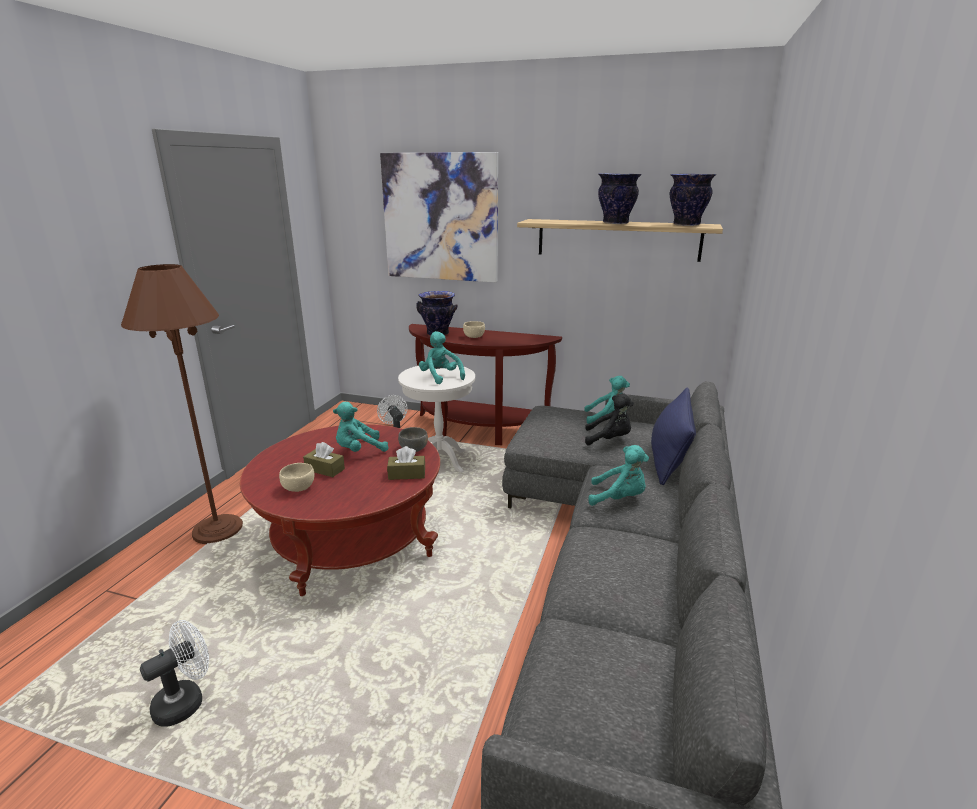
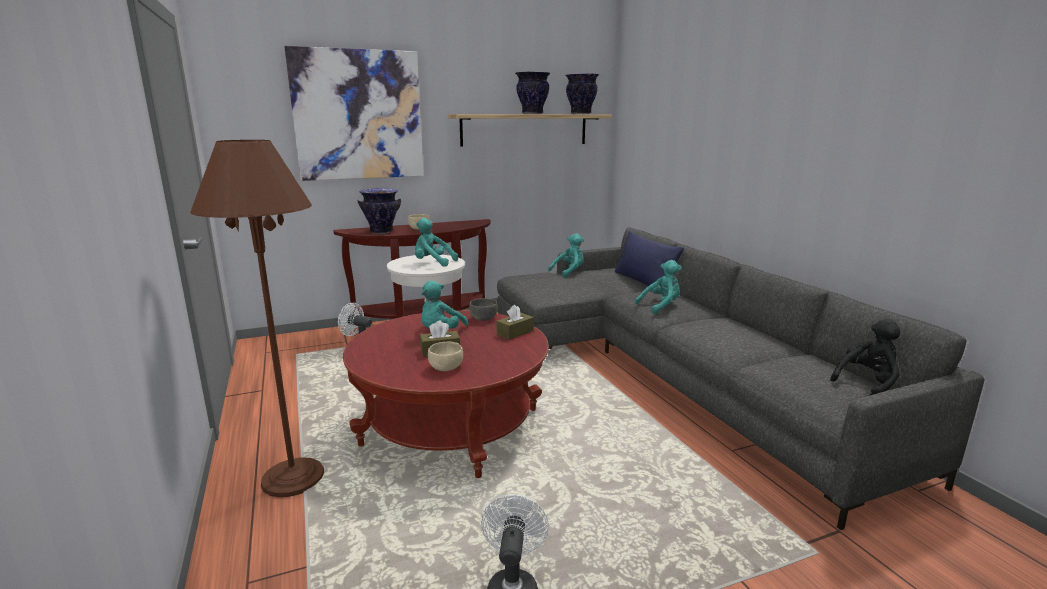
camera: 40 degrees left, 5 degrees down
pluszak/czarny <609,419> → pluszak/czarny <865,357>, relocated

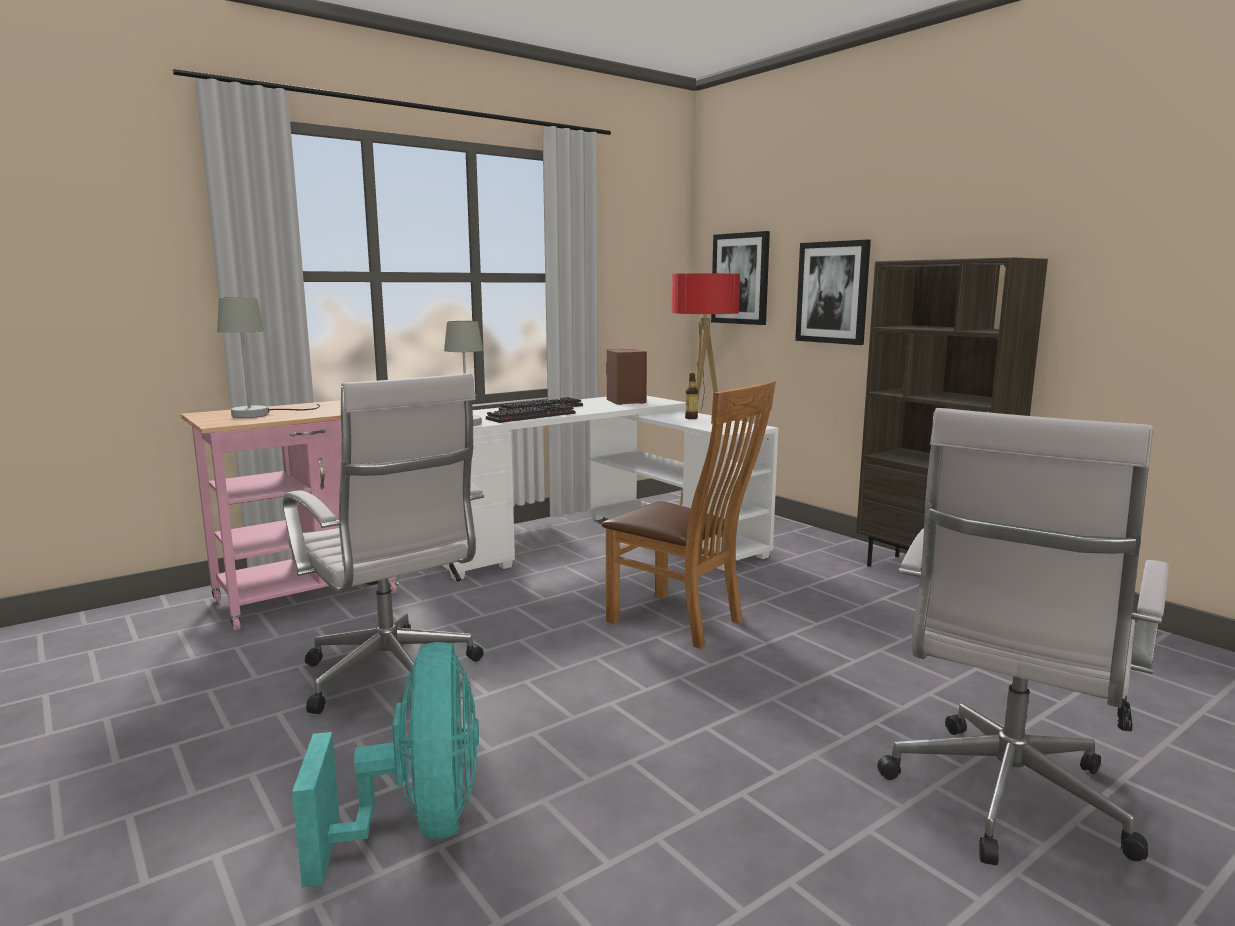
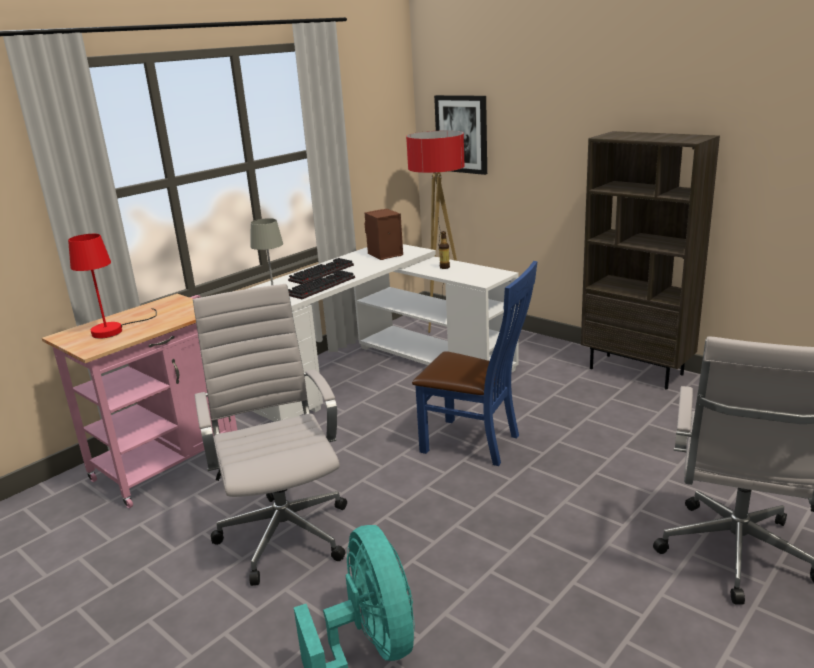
camera: 10 degrees left, 10 degrees up
lampa stołowa/szary <268,357> → lampa stołowa/czerwony <112,286>
krzesło biurowe/biały <383,543> → krzesło biurowe/biały <270,435>, 150 degrees counterclockwise
krzesło/brązowy <689,515> → krzesło/niebieski <475,363>
obraz <833,292> → -

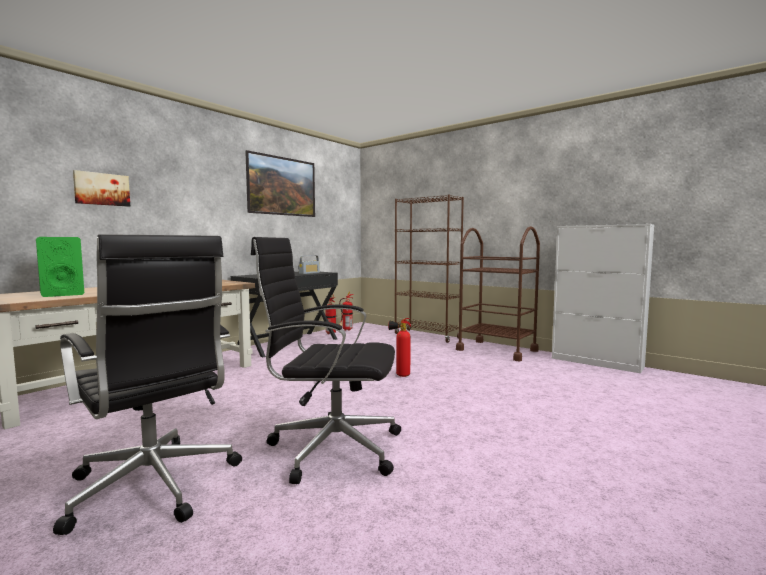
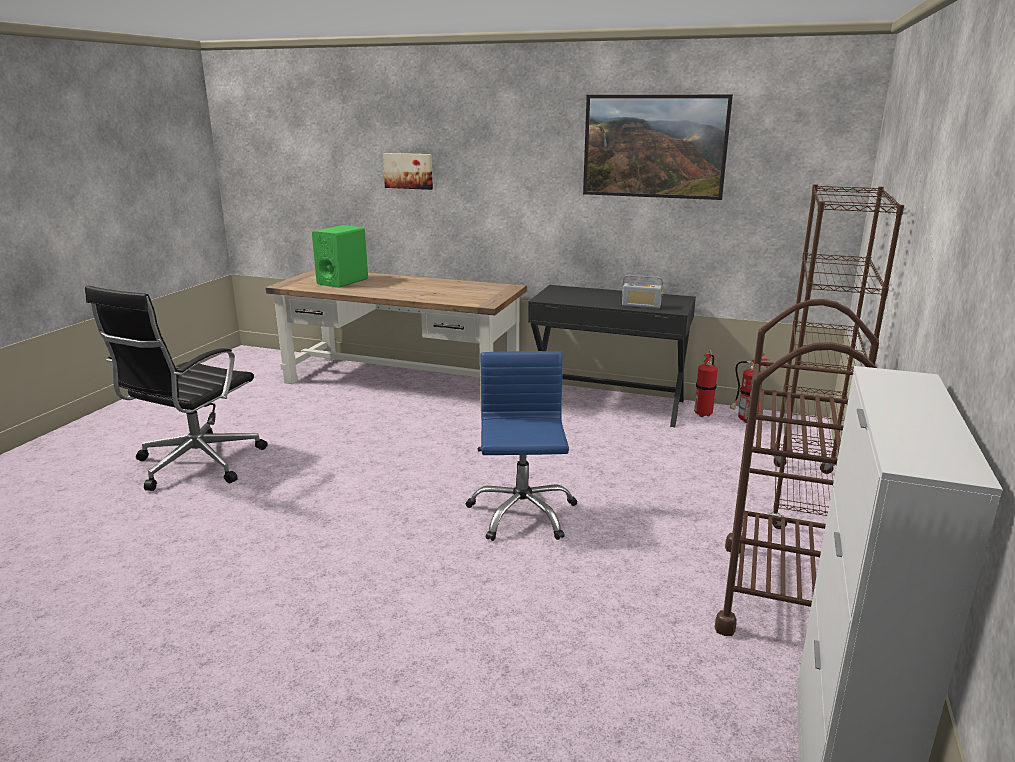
camera: 70 degrees right, 15 degrees up
gaśnica <399,347> → krzesło biurowe/niebieski <521,446>
krzesło biurowe/czarny <326,360> → -

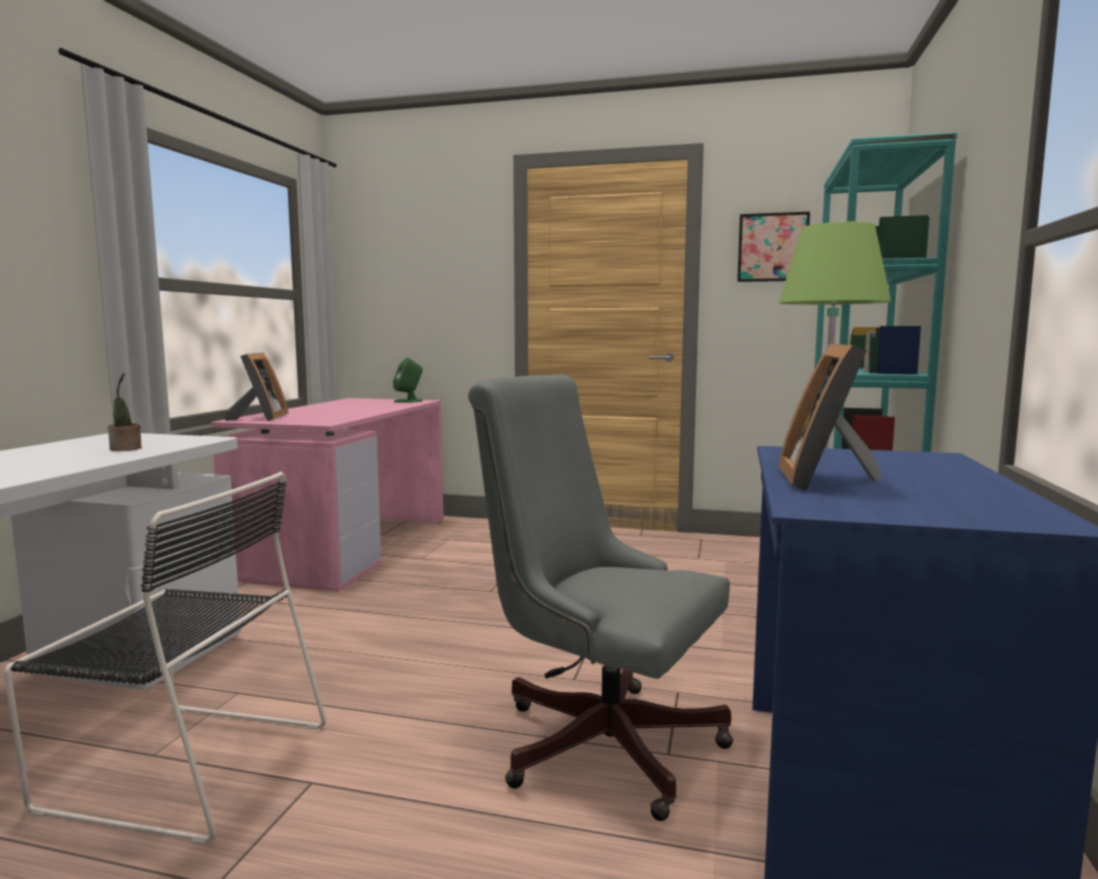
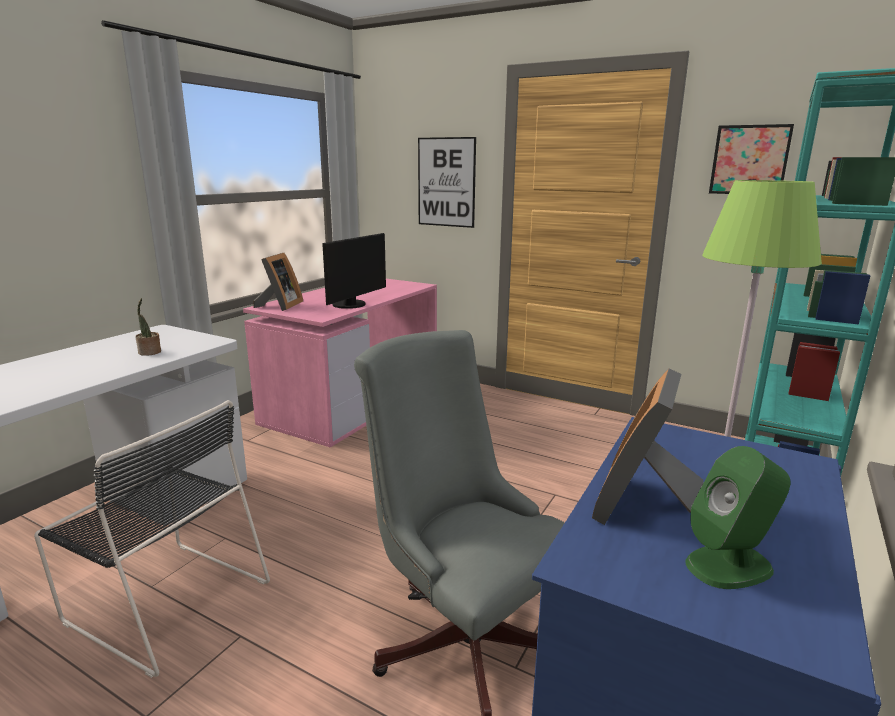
camera: 15 degrees right, 10 degrees up
- → monitor <354,271>
- → obraz <447,182>
głośnik/zielony <408,380> → głośnik/zielony <738,517>, relocated

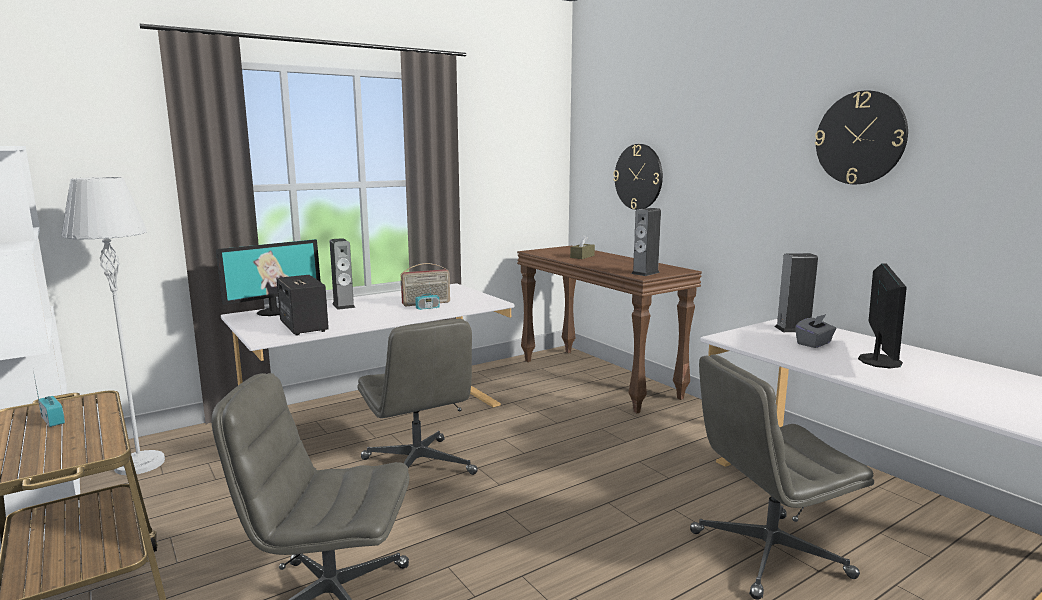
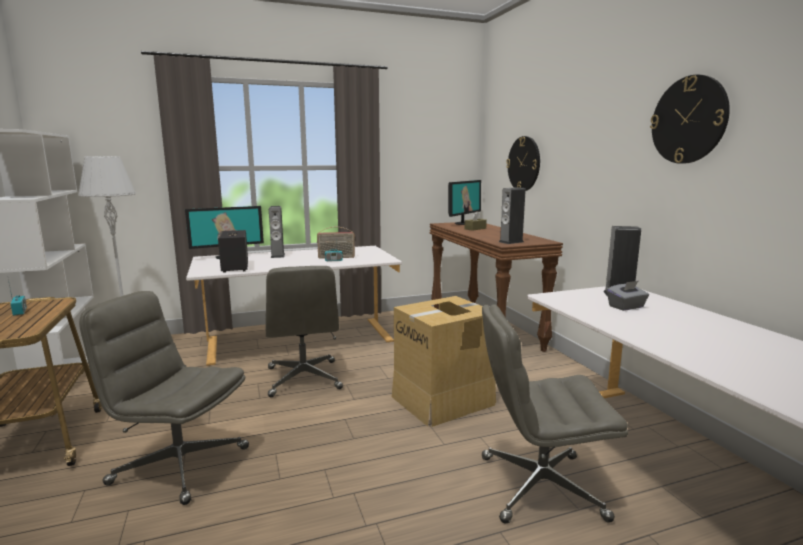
camera: 15 degrees right, 0 degrees up
- → karton <444,361>
monitor <882,315> → monitor <464,202>, relocated

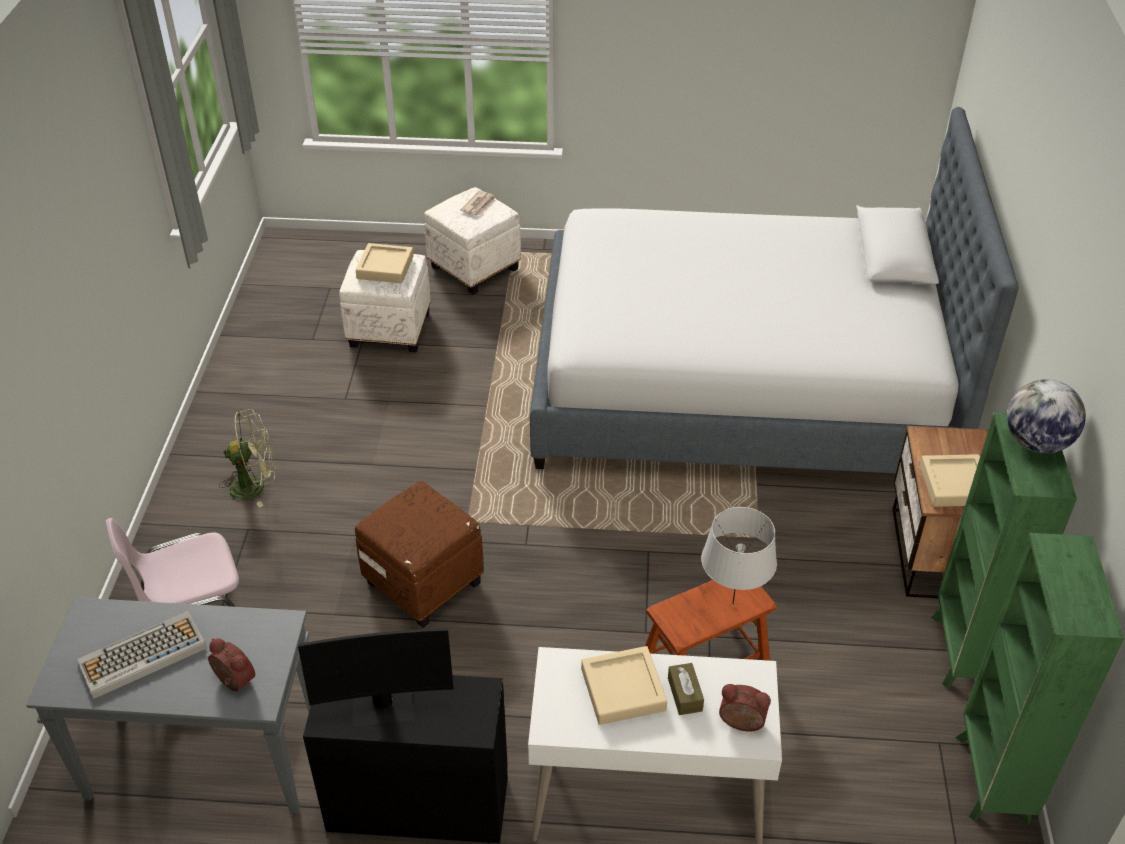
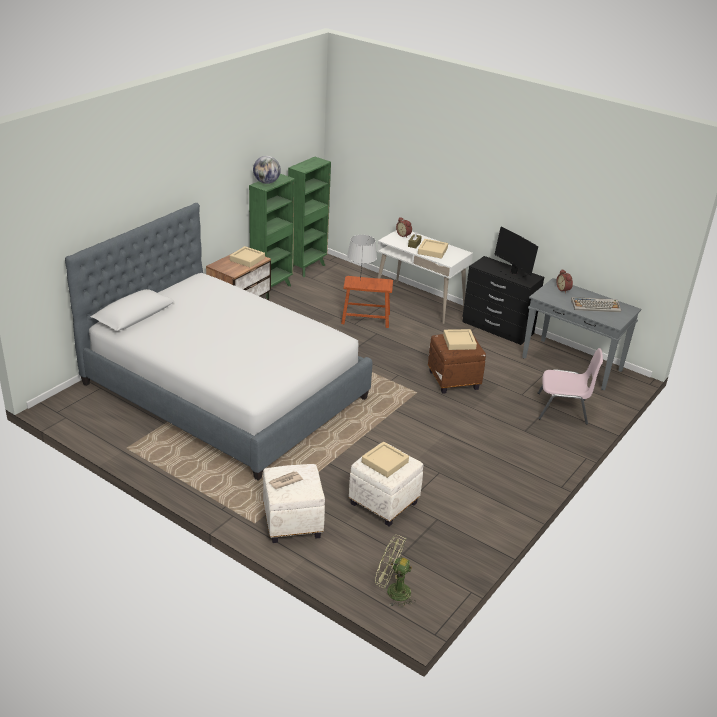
camera: 150 degrees left, 10 degrees down
wentylator/zielony <247,458> → wentylator/zielony <395,571>, relocated
- → taca/beżowy <460,339>
monitor <376,678> → monitor <516,253>, 150 degrees counterclockwise

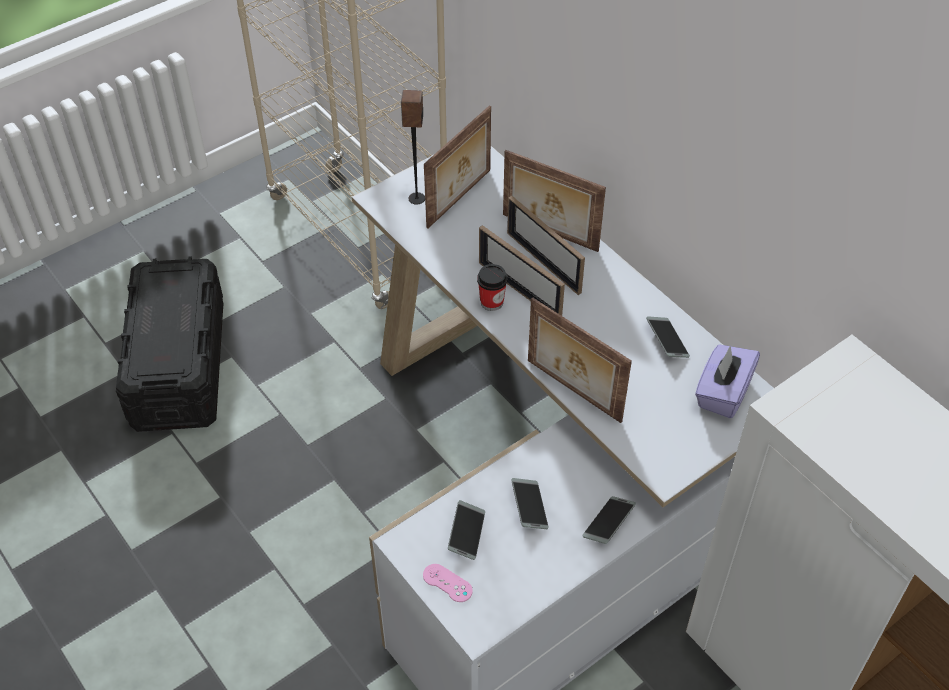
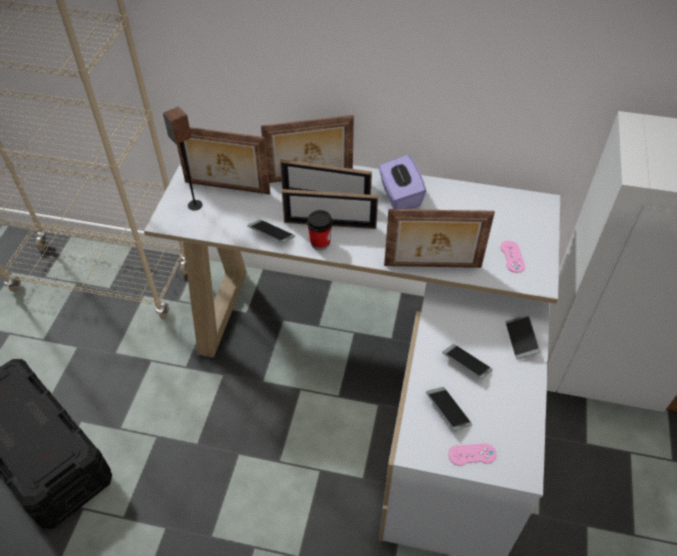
camera: 40 degrees left, 0 degrees up
ramka na zdjęcie <457,167> → ramka na zdjęcie <223,160>, 105 degrees clockwise
telefon <668,337> → telefon <271,231>, relocated
pudełko chusteczek/fioletowy <727,381> → pudełko chusteczek/fioletowy <402,182>, relocated
- → pad do gier/różowy <512,257>

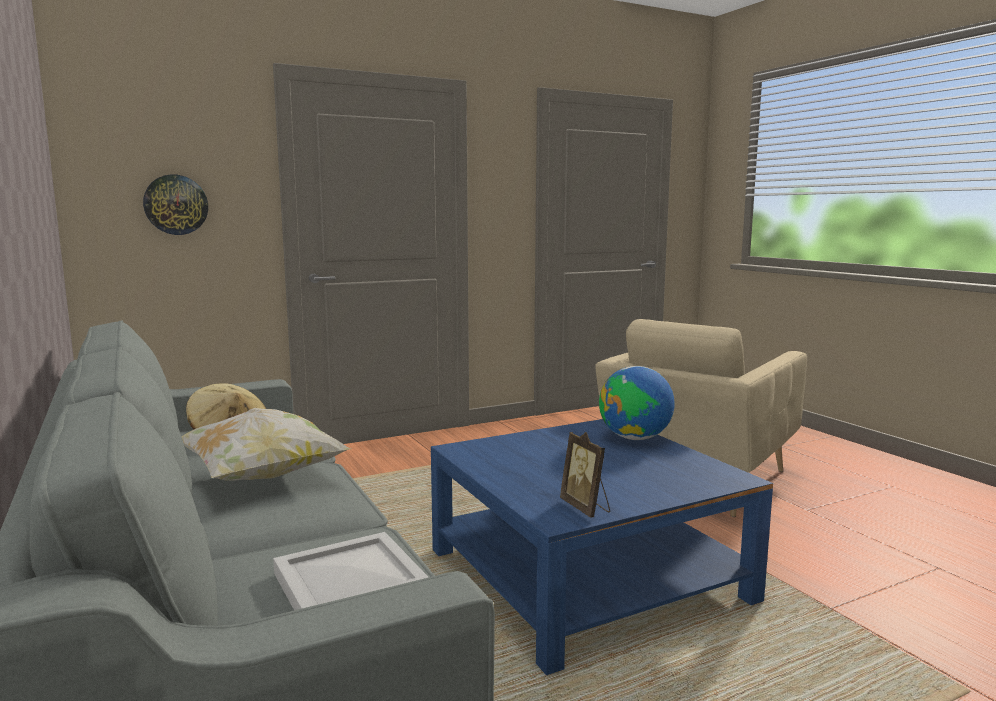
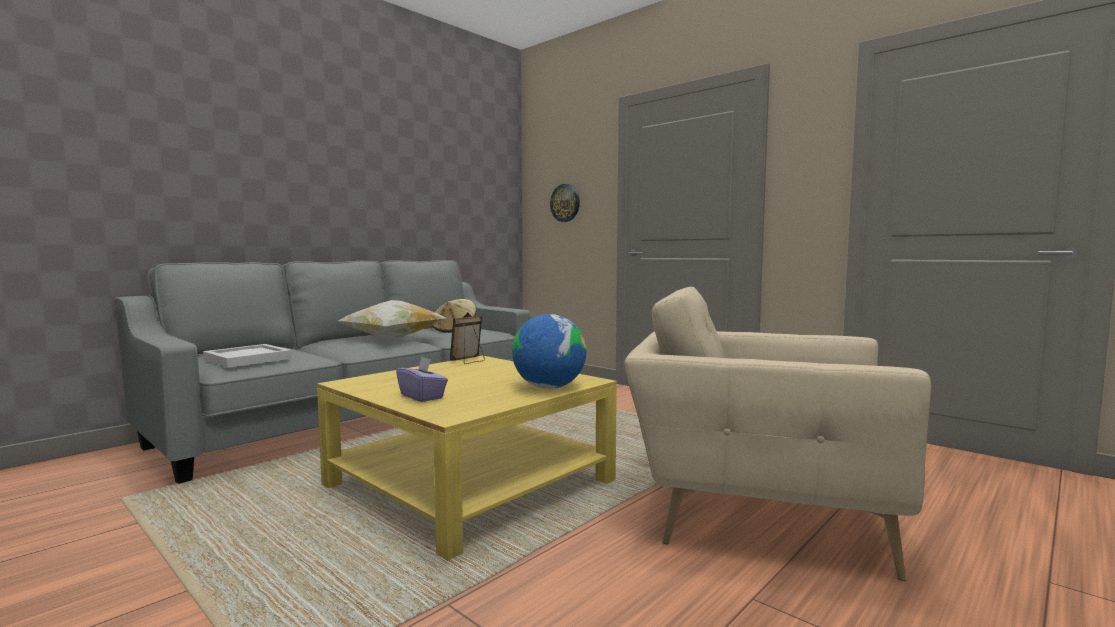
camera: 70 degrees right, 5 degrees down
ława/niebieski <602,547> → ława/żółty <467,458>
- → pudełko chusteczek/fioletowy <422,379>
ramka na zdjęcie <585,474> → ramka na zdjęcie <467,338>, relocated

